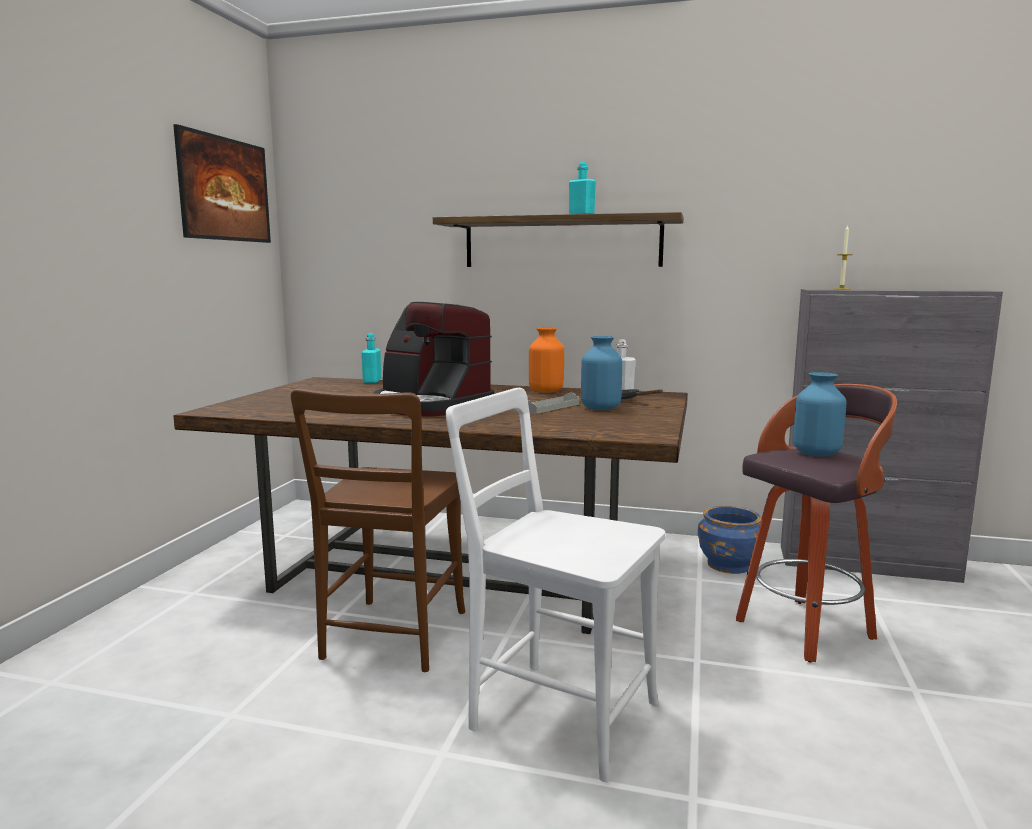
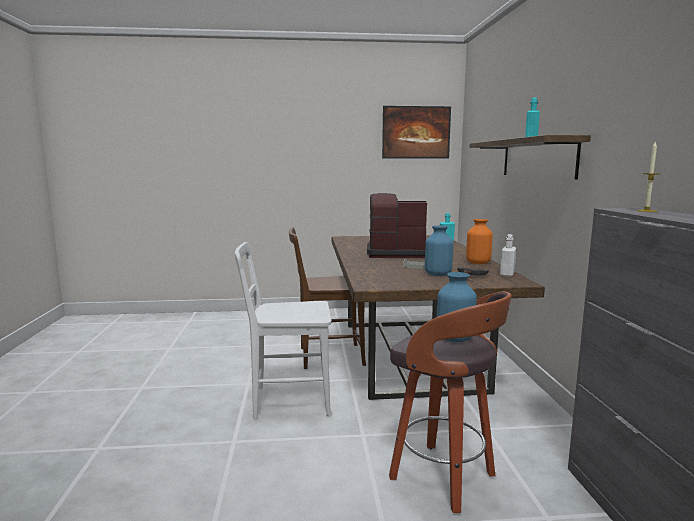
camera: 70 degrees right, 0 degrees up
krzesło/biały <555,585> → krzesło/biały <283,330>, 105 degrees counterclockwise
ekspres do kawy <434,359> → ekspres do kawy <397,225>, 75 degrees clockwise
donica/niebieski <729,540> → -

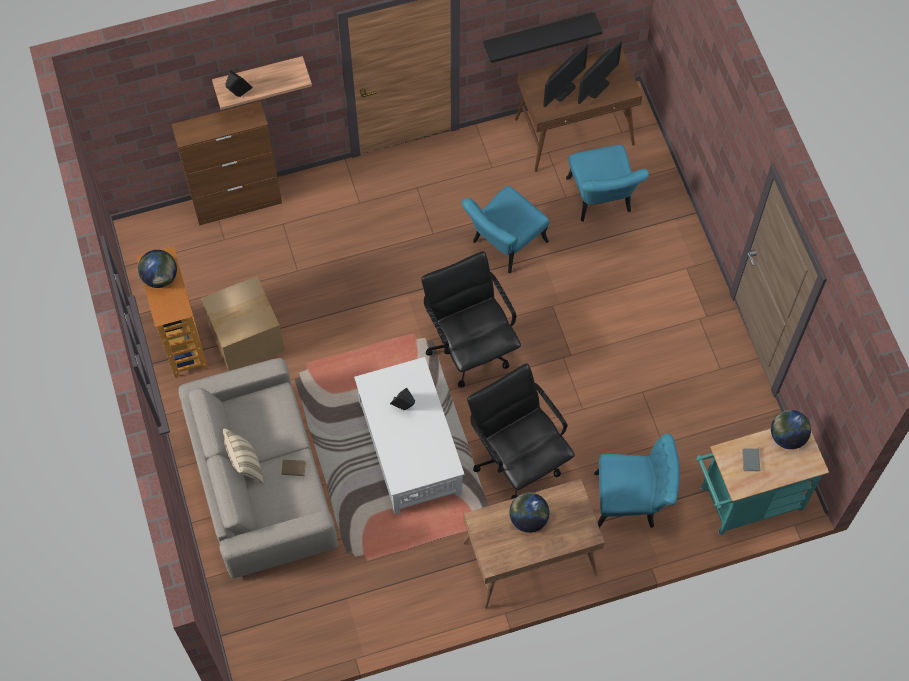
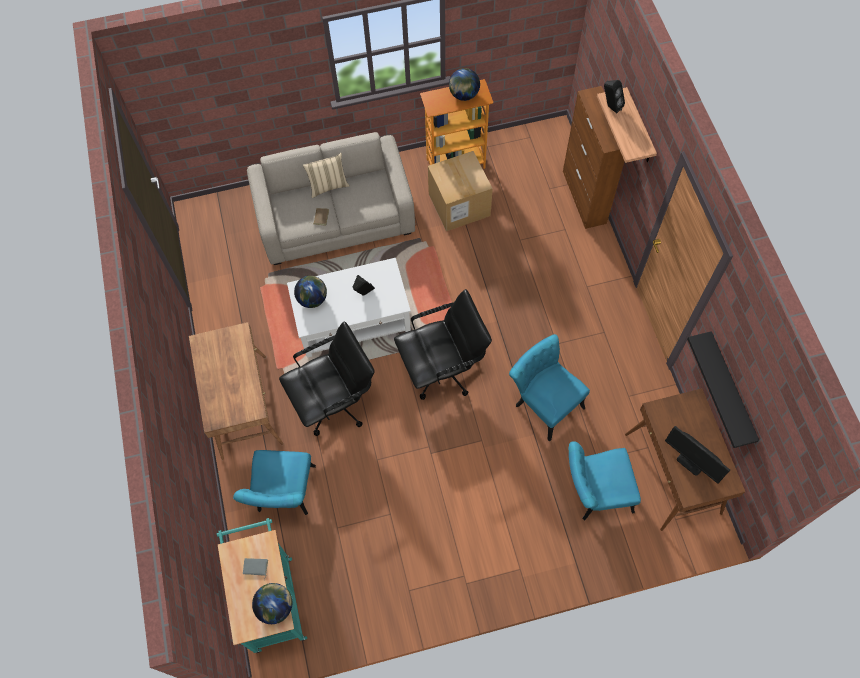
camera: 95 degrees right, 0 degrees up
globus <529,513> → globus <310,292>, relocated
monitor <565,75> → -

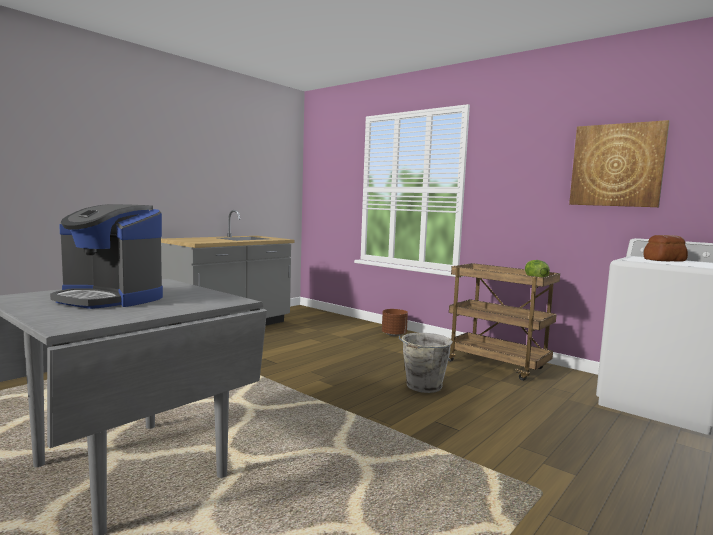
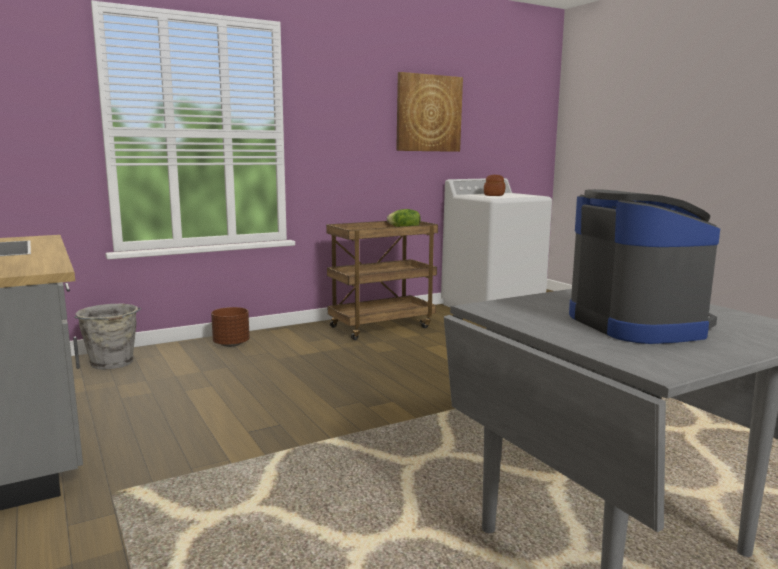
camera: 70 degrees left, 5 degrees up
wiadro/szary <426,363> → wiadro/szary <107,337>, relocated
ekspres do kawy <106,256> → ekspres do kawy <644,266>, 60 degrees counterclockwise

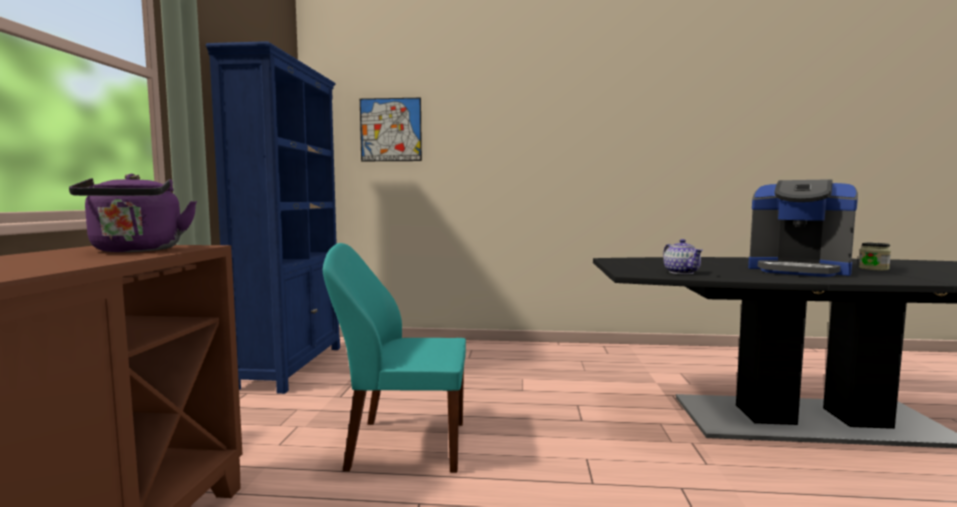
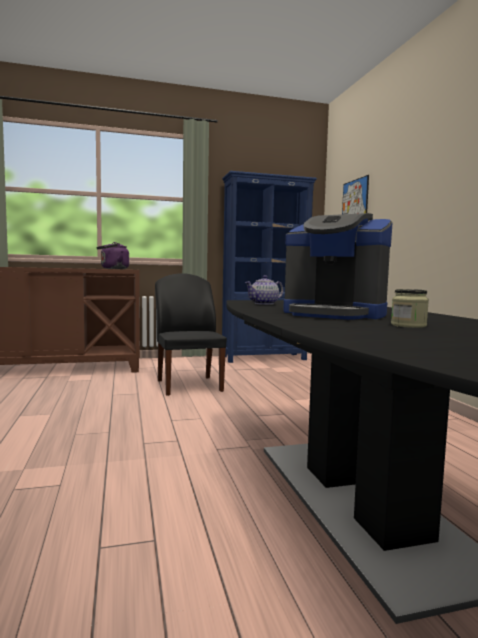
camera: 70 degrees right, 0 degrees up
krzesło/turkusowy <394,358> → krzesło/czarny <191,334>
ekspres do kawy <803,228> → ekspres do kawy <338,266>, 75 degrees counterclockwise

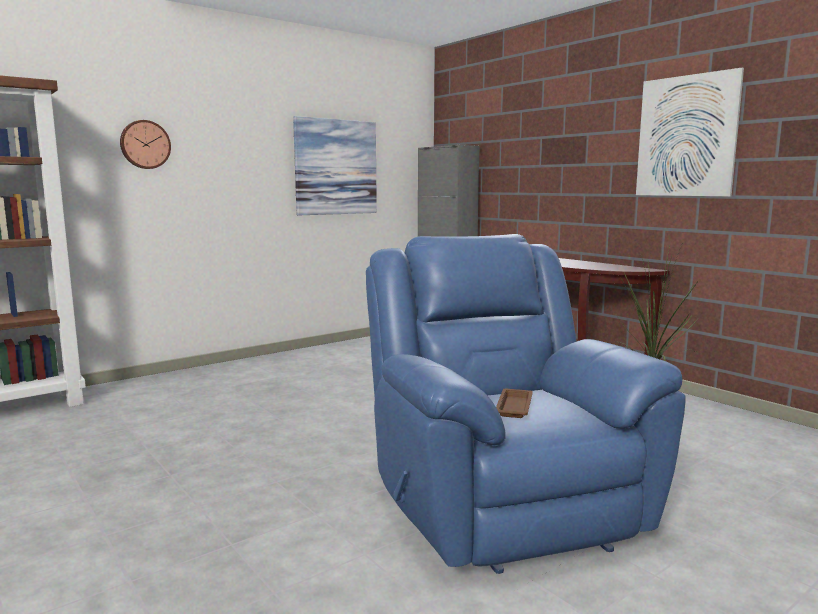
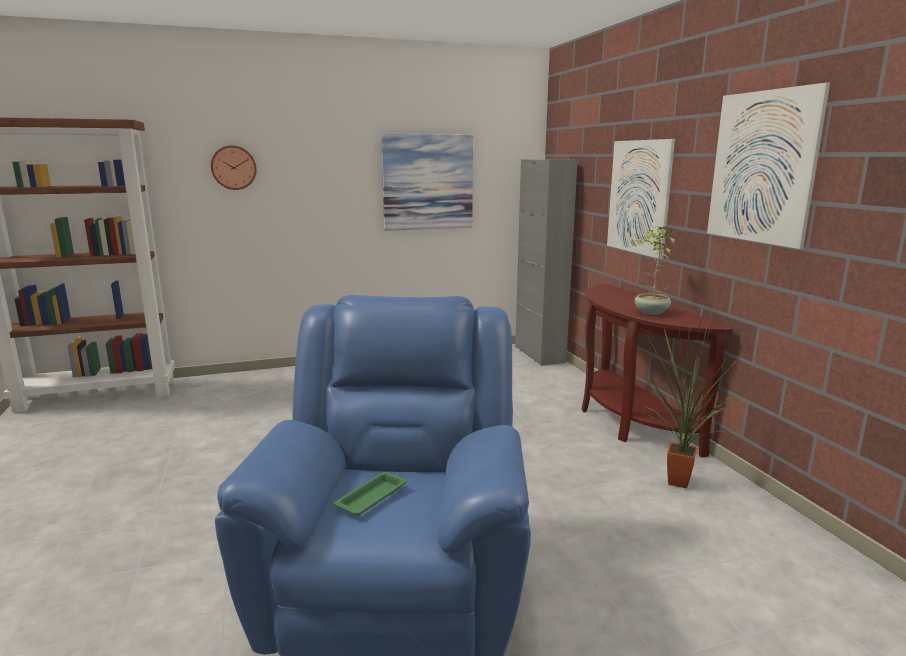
camera: 20 degrees right, 5 degrees up
taca/brązowy <514,403> → taca/zielony <370,493>
- → obraz <641,199>
- → roślina doniczkowa <654,270>

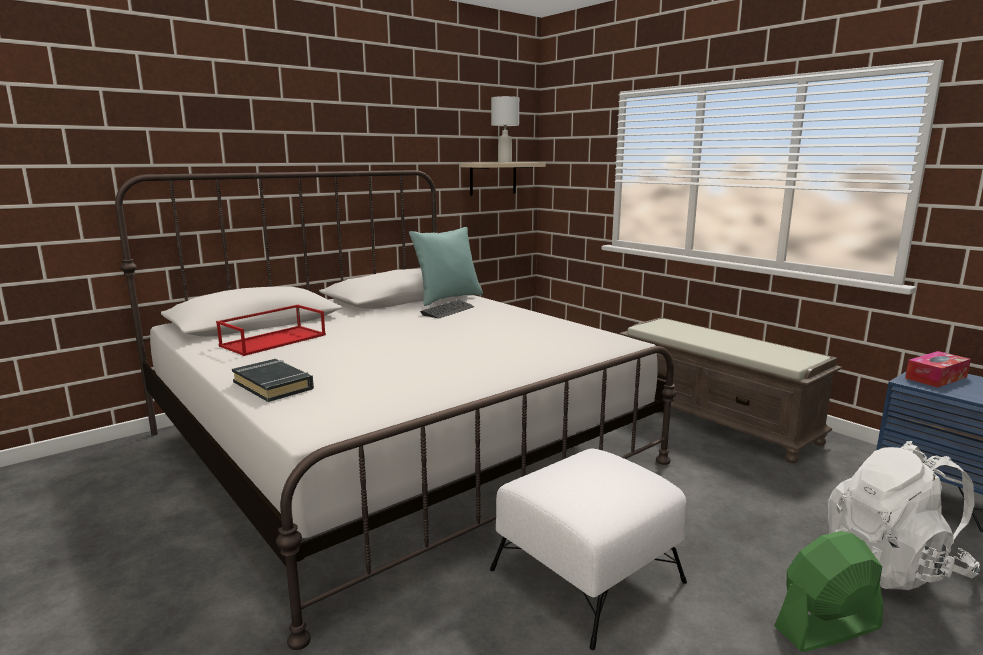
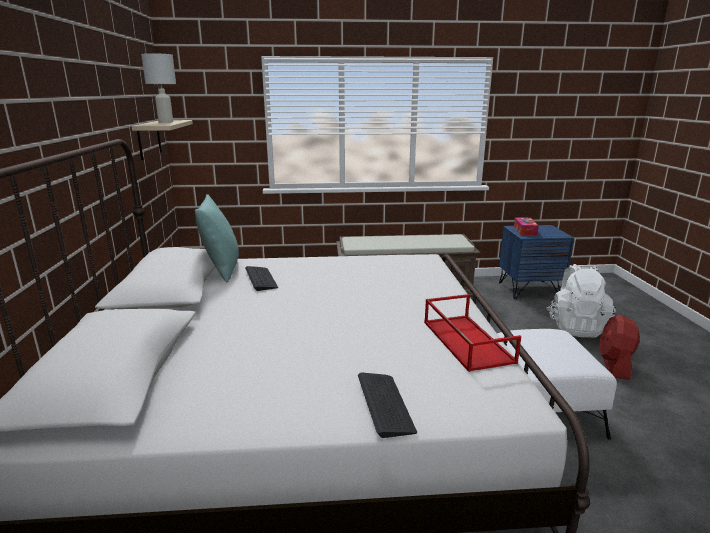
camera: 55 degrees left, 5 degrees up
książka/czarny <273,380> → klawiatura <387,405>
taca/czerwony <271,330> → taca/czerwony <472,333>, relocated
wentylator/zielony <828,591> → wentylator/czerwony <619,347>

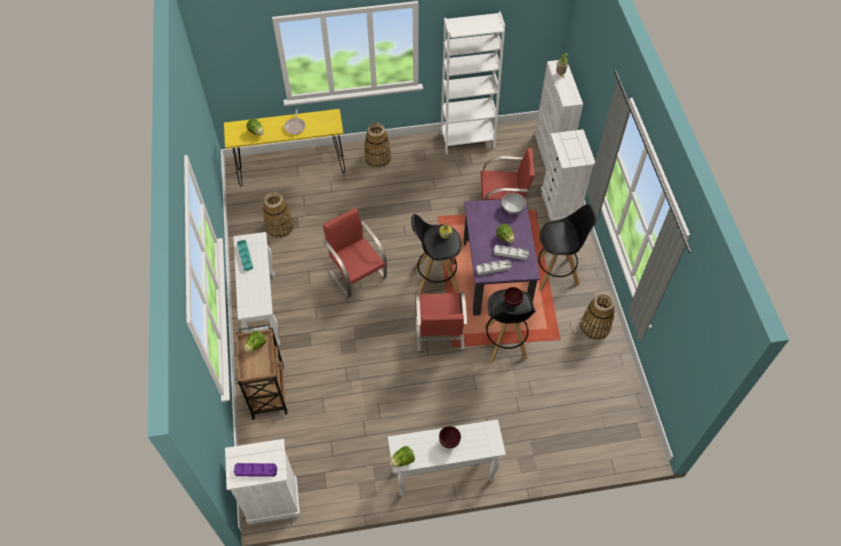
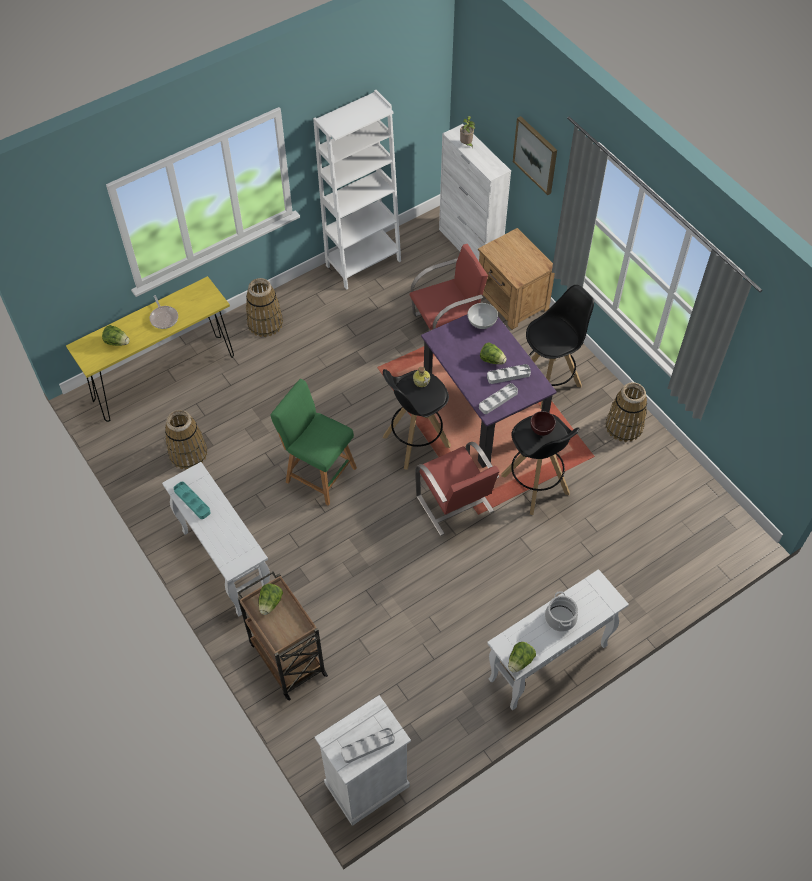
camera: 25 degrees left, 0 degrees up
krzesło/czerwony <354,253> → stołek/zielony <314,442>
taca/fioletowy <255,470> → taca/szary <368,745>
komoda/biały <568,175> → szafka nocna/brązowy <516,279>
- → obraz <535,155>
miska/brązowy <450,437> → garnek <561,611>

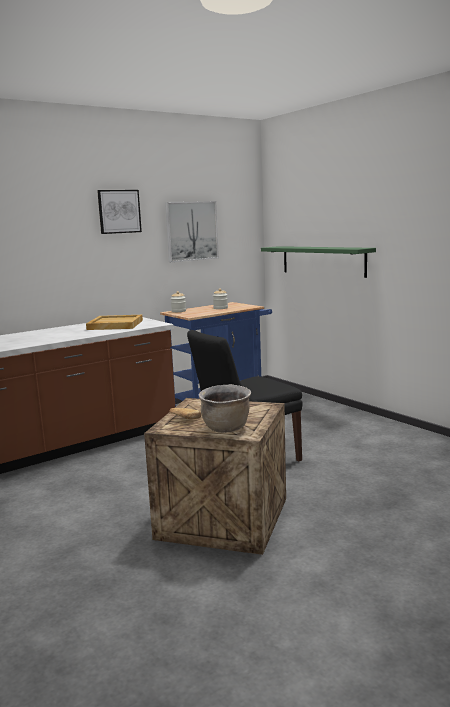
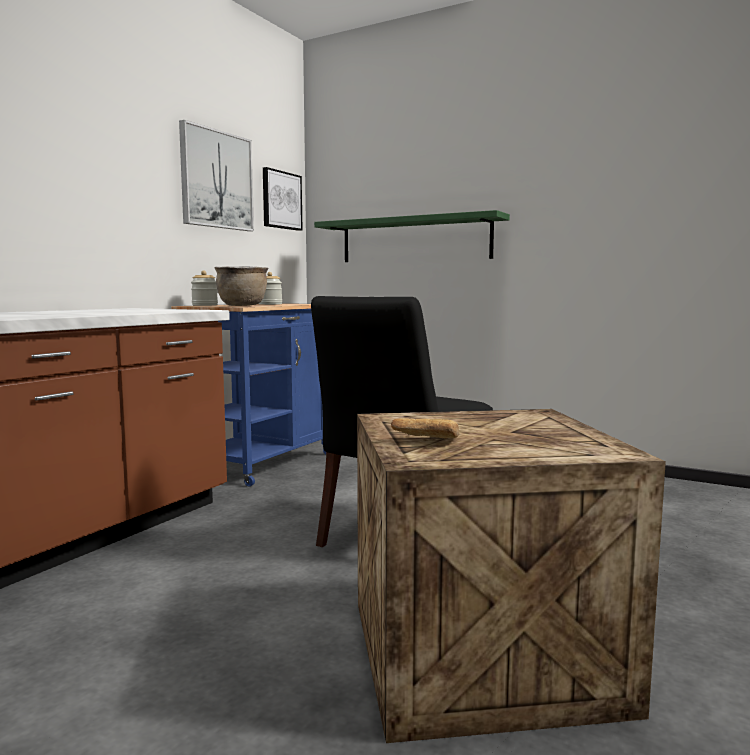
camera: 25 degrees left, 5 degrees down
garnek/brązowy <225,408> → garnek/brązowy <241,286>, relocated
obraz <119,212> → obraz <283,199>, relocated
taca/beżowy <114,322> → -

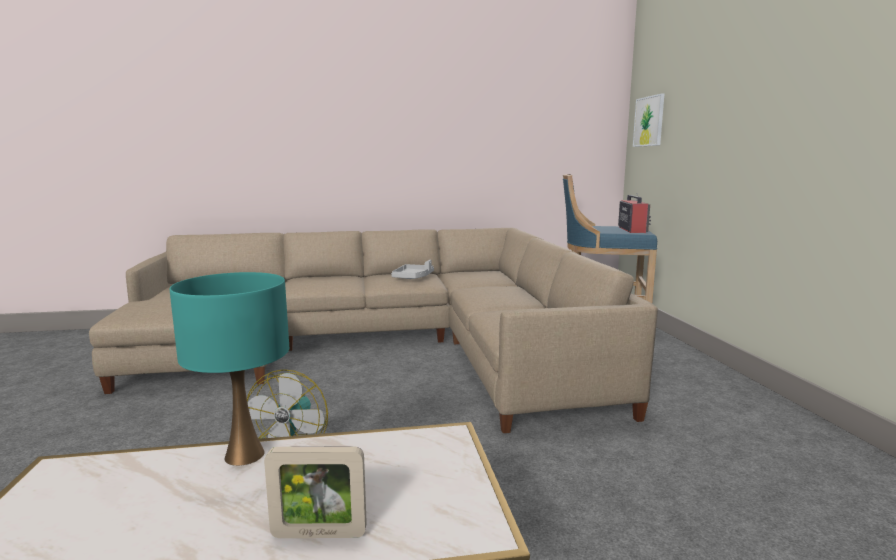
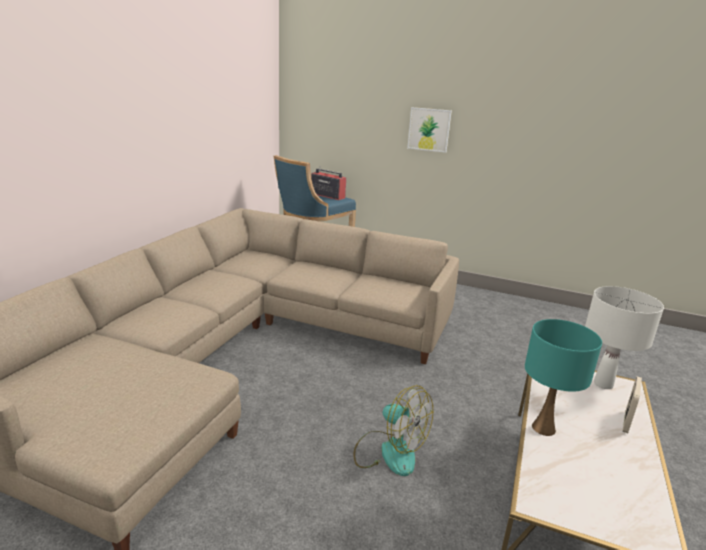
camera: 60 degrees left, 10 degrees up
obraz <648,120> → obraz <429,130>, relocated
- → lampa stołowa/biały <624,337>
taca/szary <412,269> → -

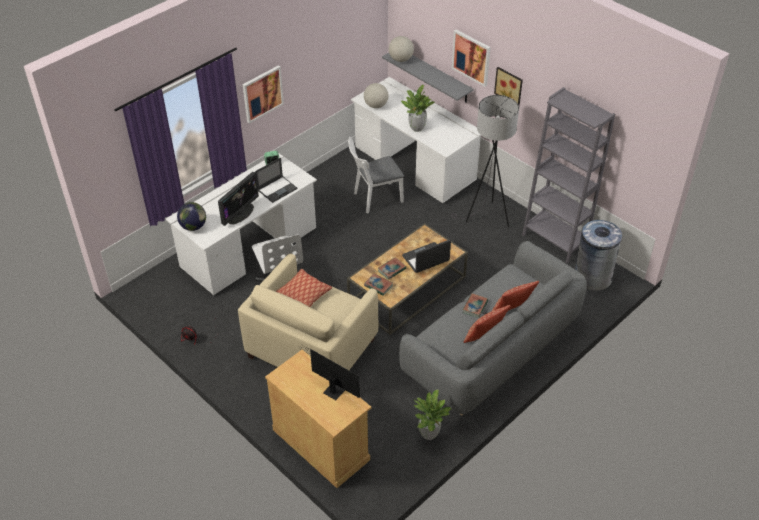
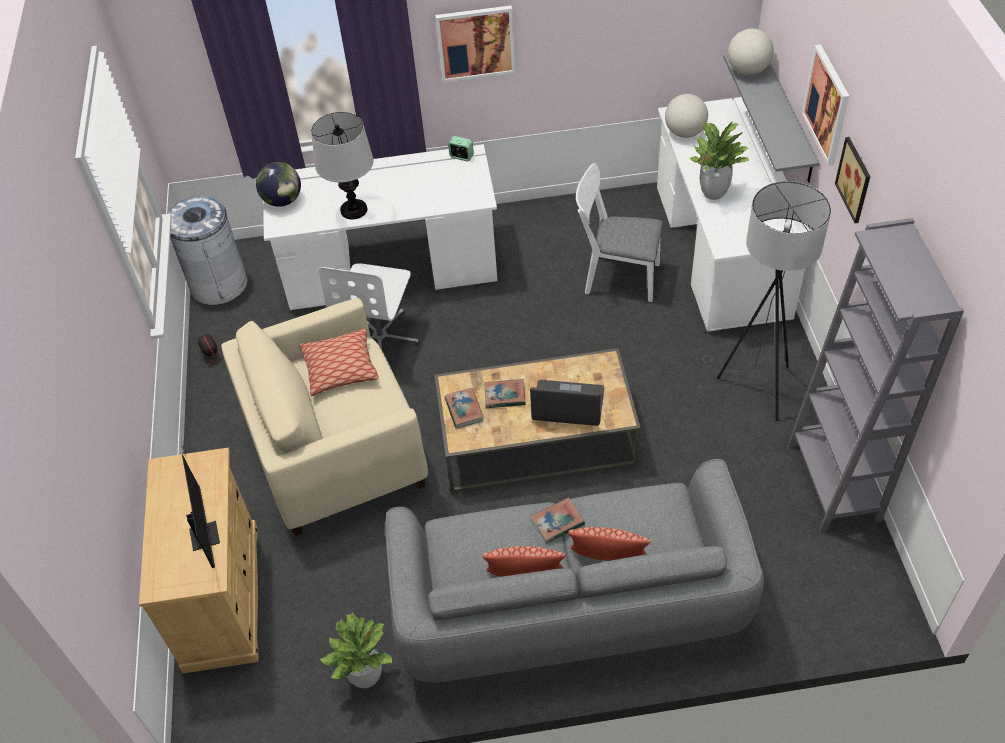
camera: 40 degrees right, 5 degrees up
kosz na śmieci/szary <598,255> → kosz na śmieci/szary <207,250>, relocated
monitor <238,199> → lampa stołowa <342,166>
laptop <276,180> → -

